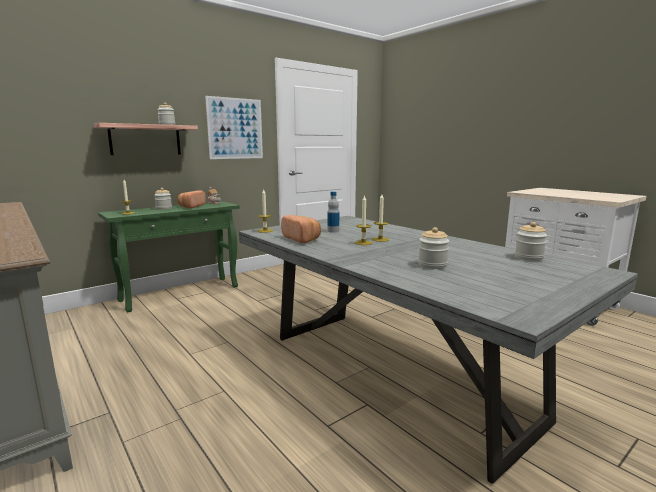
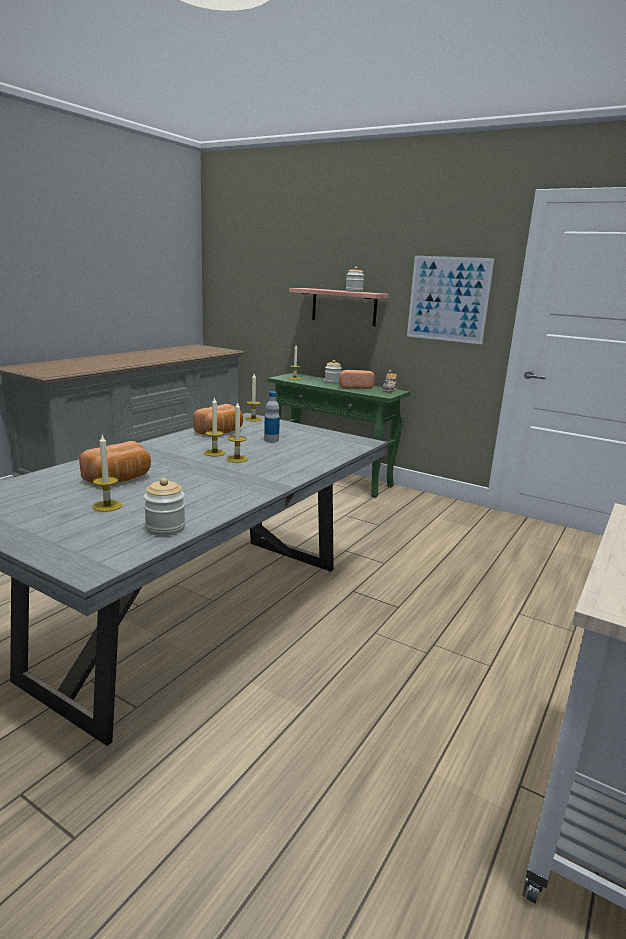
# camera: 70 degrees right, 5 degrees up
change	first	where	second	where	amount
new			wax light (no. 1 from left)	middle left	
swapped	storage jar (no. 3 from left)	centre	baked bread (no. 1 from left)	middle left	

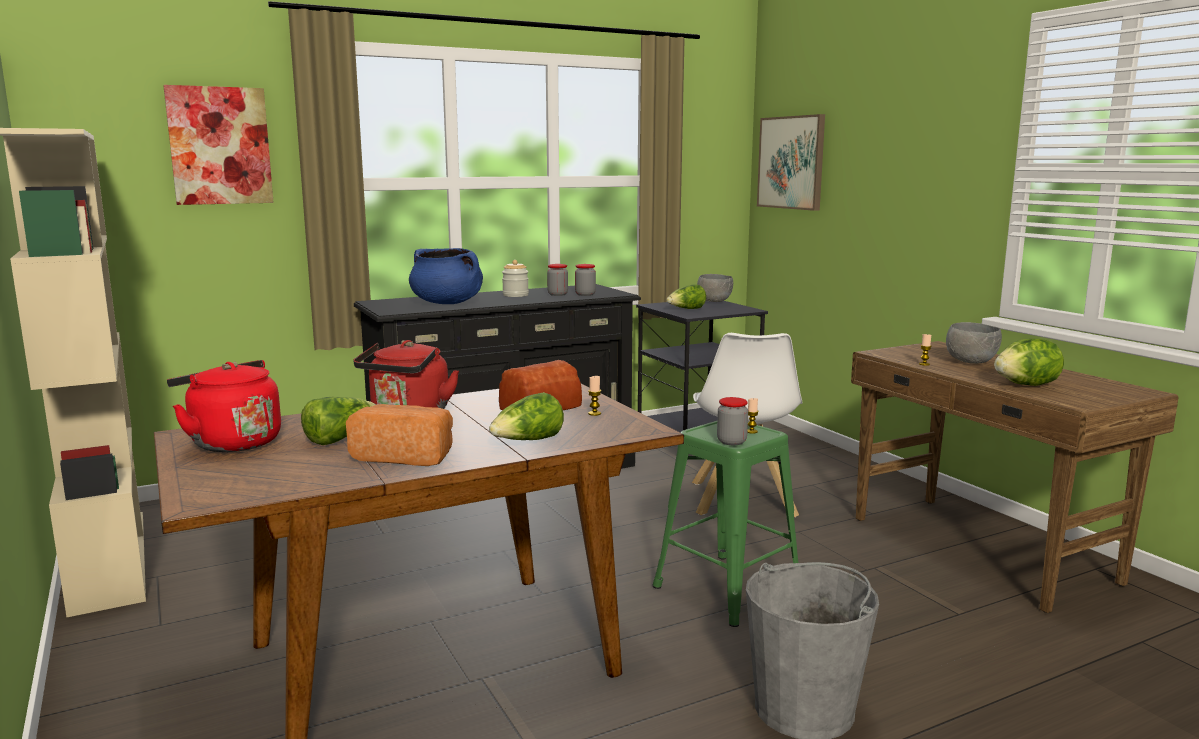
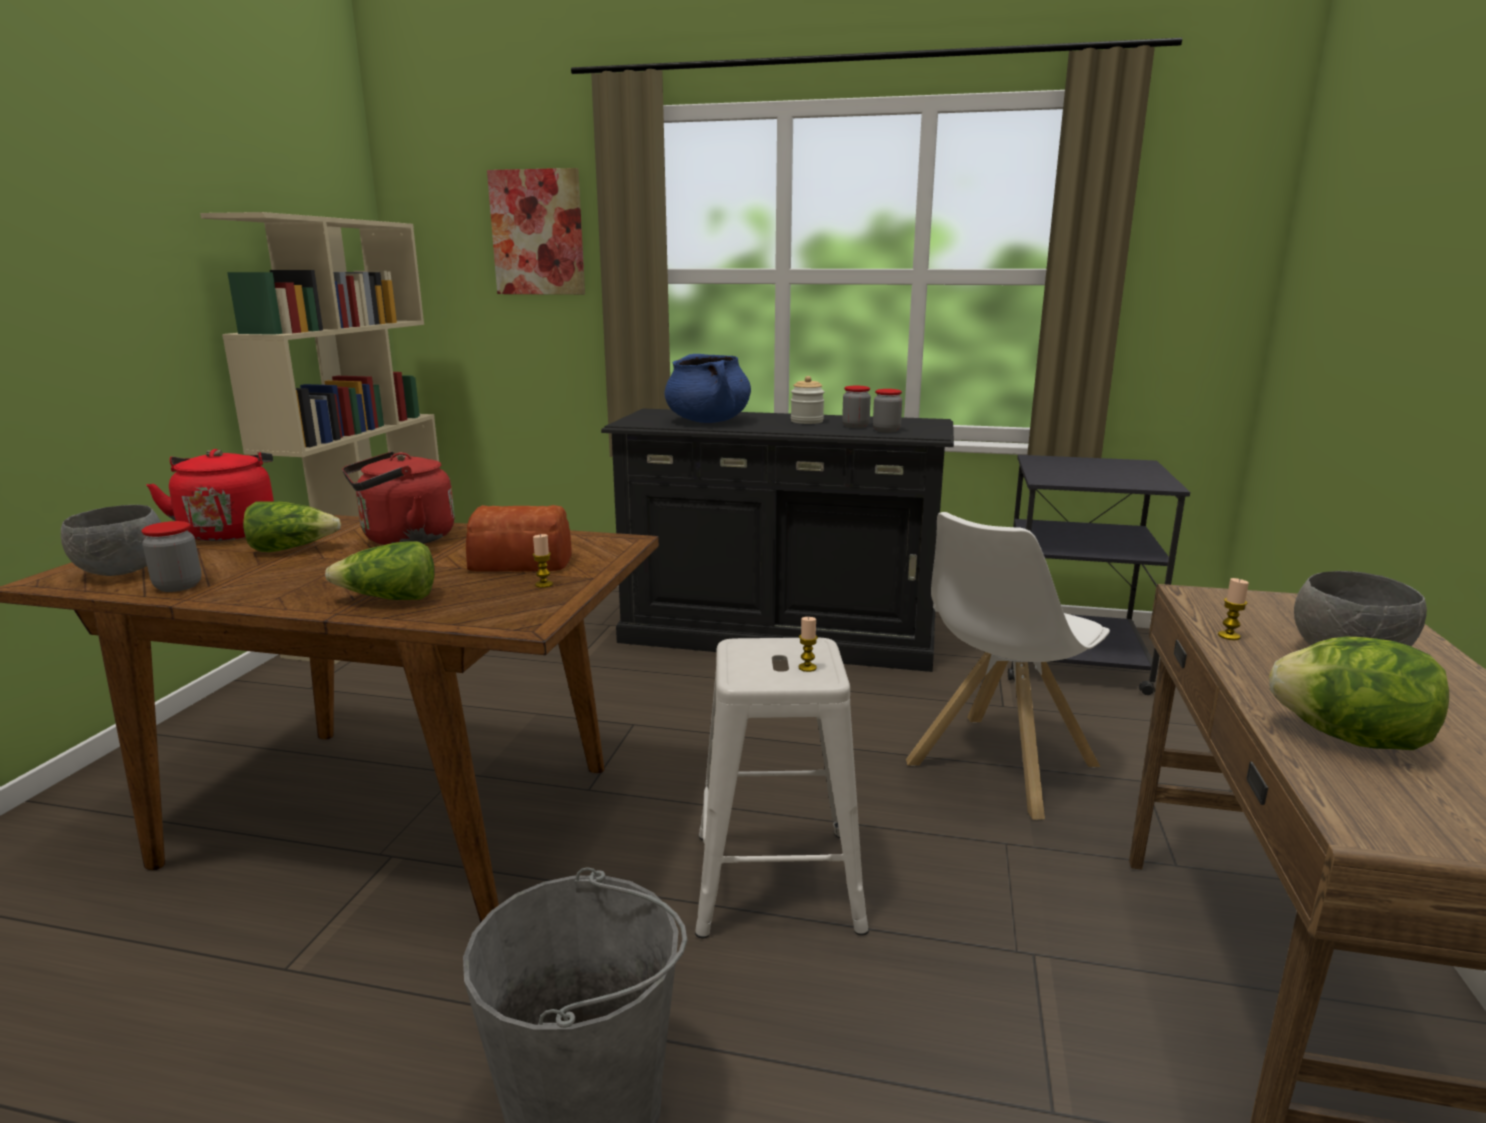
# camera: 40 degrees right, 5 degrees up
change	first	where	second	where	amount
gone	baked bread (no. 1 from left)	middle left			
gone	lettuce (no. 3 from left)	centre			
gone	wall art (no. 2 from left)	top centre			
shifted	serving bowl in grey (no. 1 from left)	centre		middle left	
shifted	storage jar (no. 4 from left in the first image)	centre	storage jar (no. 1 from left)	middle left	
repainted	stool seat in greenish	bottom centre	stool seat in white-coloured	bottom centre	

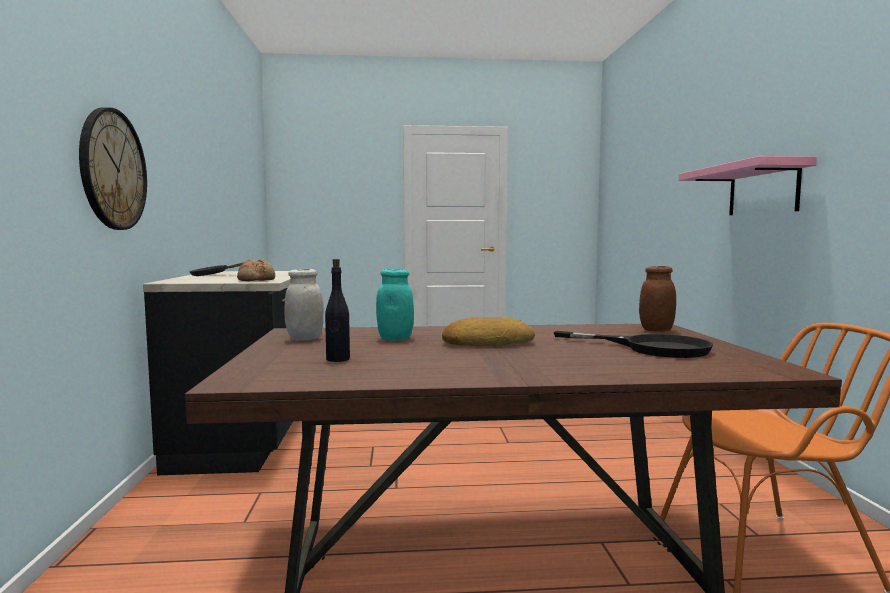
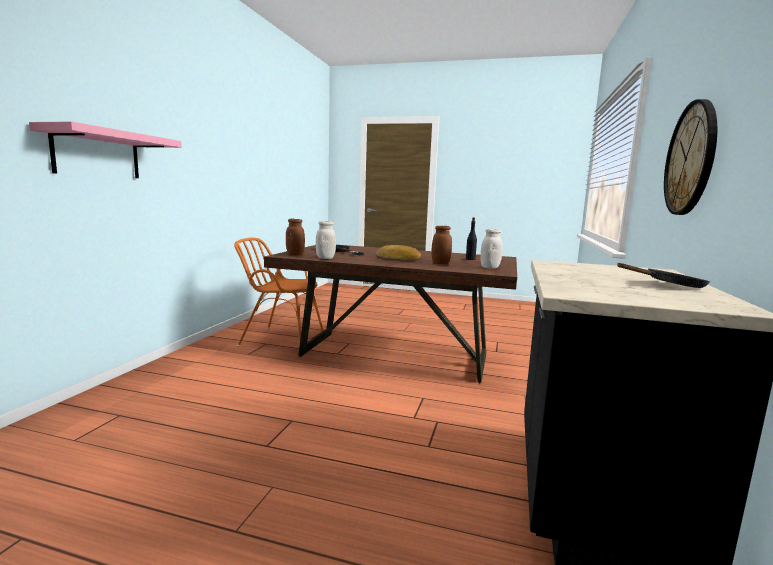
# camera: 160 degrees left, 5 degrees up
change	first	where	second	where	amount
gone	baked bread (no. 1 from left)	middle left			
new			storage jar in white-coloured (no. 1 from left)	centre	
repainted	storage jar in turquoise	centre	storage jar in brown (no. 2 from left)	centre	

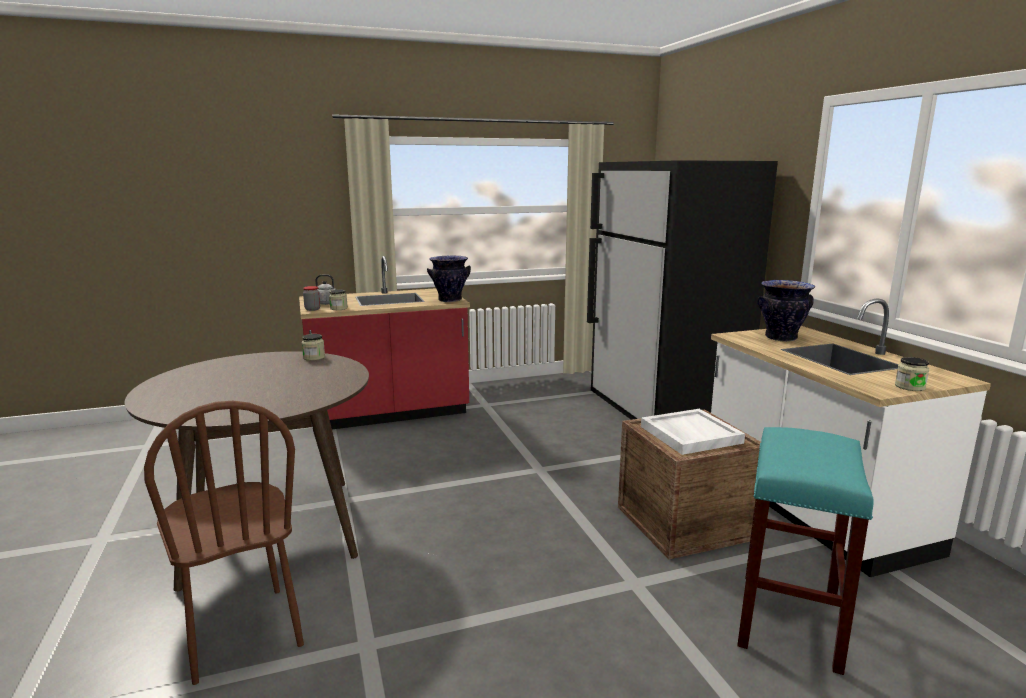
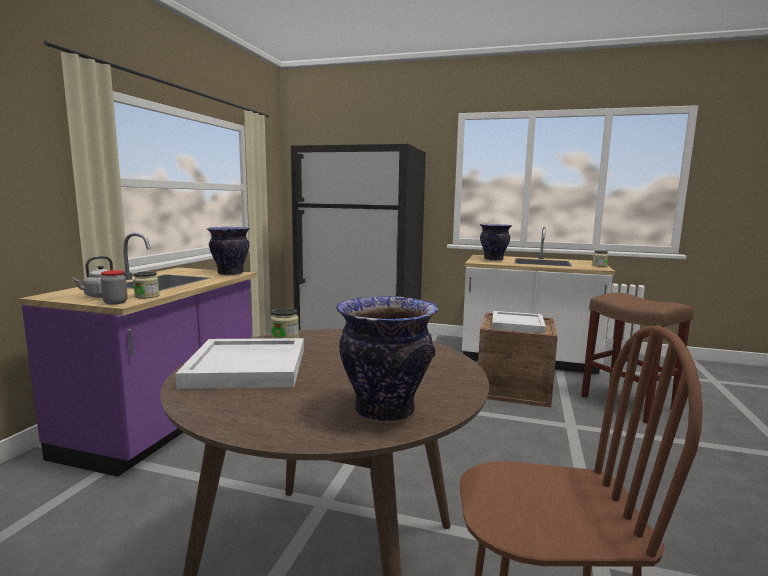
# camera: 55 degrees left, 5 degrees down
change	first	where	second	where	amount
new			carrying tray in white-coloured (no. 1 from left)	middle left	
new			vase (no. 2 from left)	centre	
repainted	kitchen base unit in reddish	centre	kitchen base unit in purple	middle left	
repainted	stool seat in turquoise	bottom right	stool seat in brown	middle right	

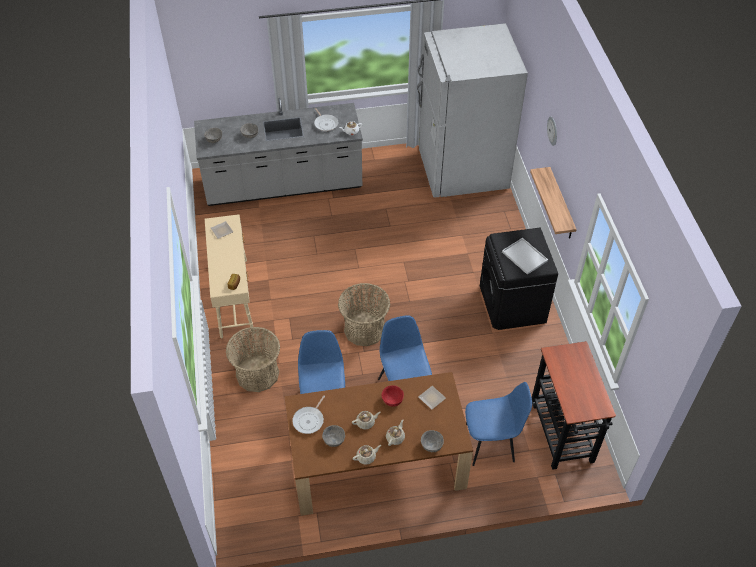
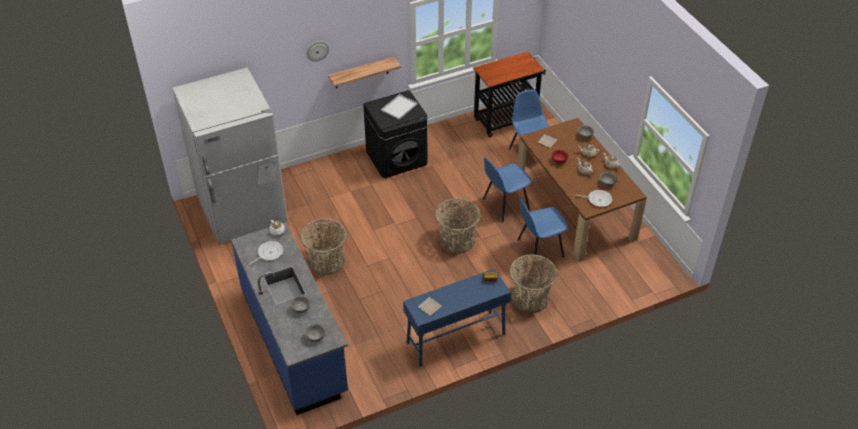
# camera: 105 degrees left, 5 degrees down
change	first	where	second	where	amount
new			basket (no. 1 from left)	centre	
repainted	kitchen base unit in grey	top centre	kitchen base unit in blue-coloured	bottom centre	
repainted	console table in beige	middle left	console table in blue-coloured	bottom centre	

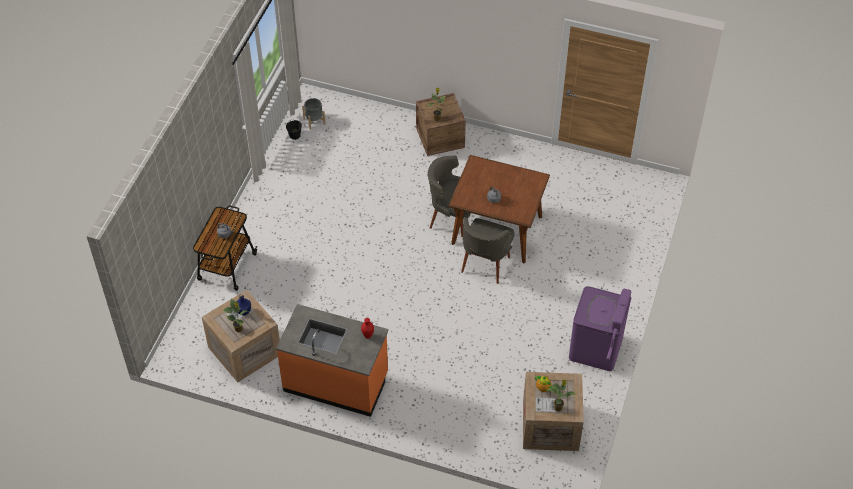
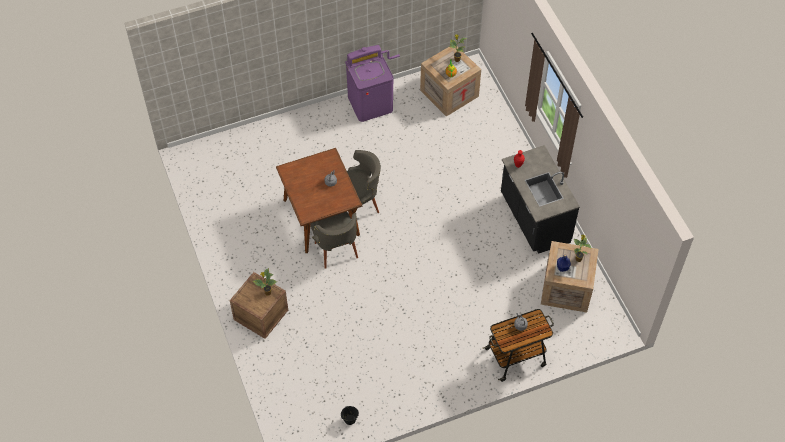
# camera: 130 degrees left, 5 degrees up
change	first	where	second	where	amount
gone	plant pot in grey	top centre			
repainted	kitchen base unit in orange	bottom centre	kitchen base unit in black-coloured	middle right	

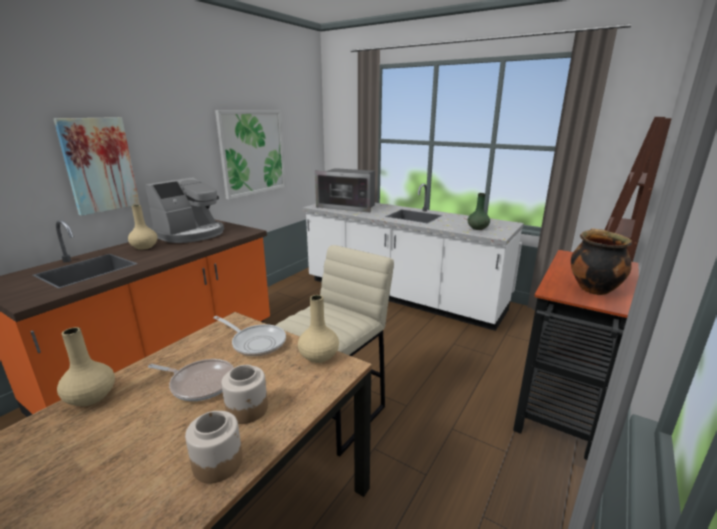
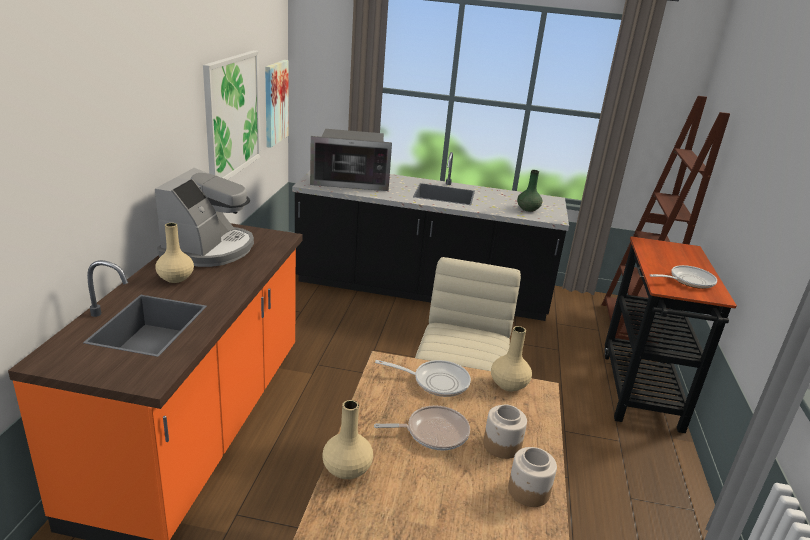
# camera: 25 degrees left, 5 degrees up
change	first	where	second	where	amount
shifted	wall art (no. 1 from left in the first image)	top left	wall art (no. 2 from left)	top centre	
swapped	cooking pot	middle right	pan (no. 3 from left)	middle right	
repainted	kitchen base unit in white-coloured	centre	kitchen base unit in black-coloured	centre	

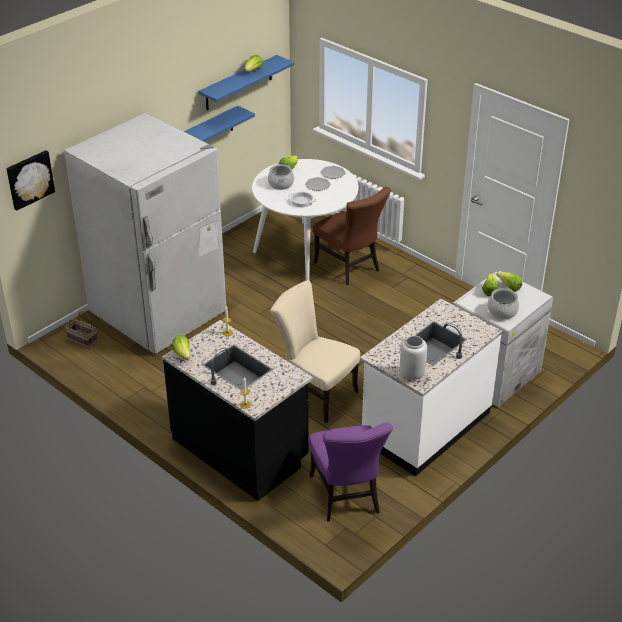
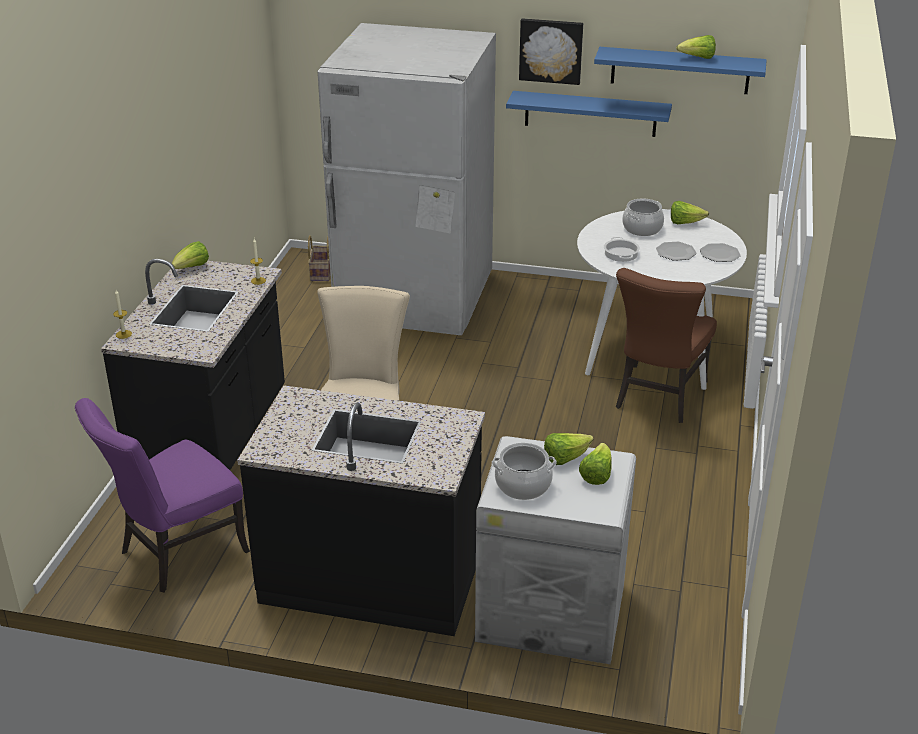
# camera: 60 degrees right, 5 degrees down
change	first	where	second	where	amount
gone	vase in grey	centre			
shifted	wall art	top left		top centre	
repainted	kitchen base unit in white-coloured	middle right	kitchen base unit in black-coloured (no. 2 from left)	bottom centre	

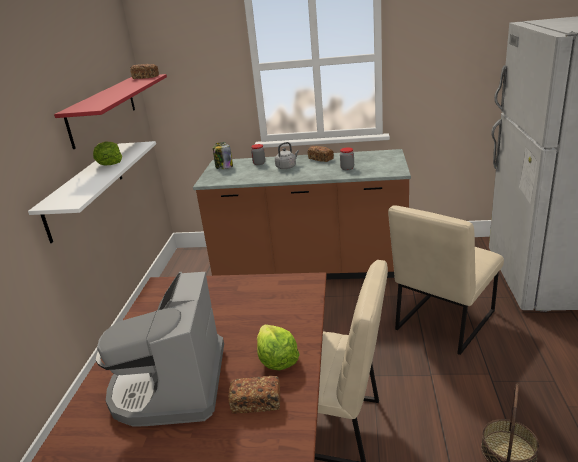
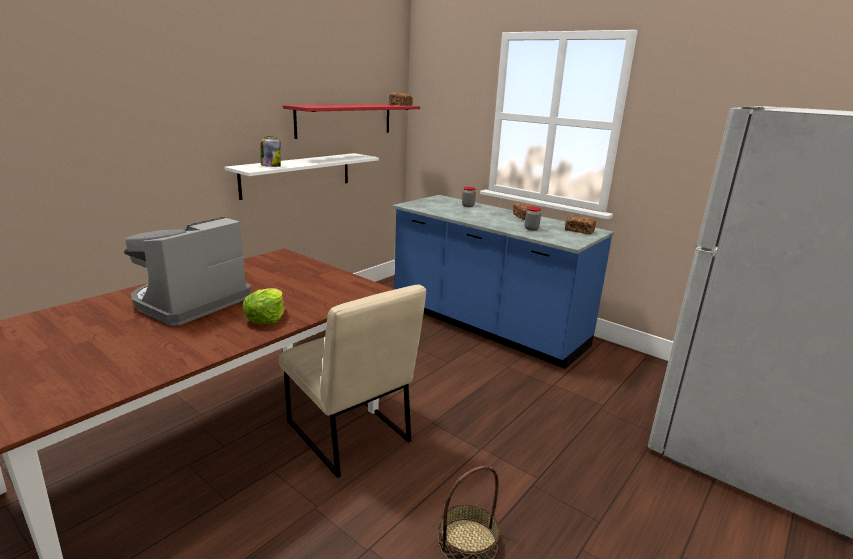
# camera: 30 degrees right, 5 degrees down
change	first	where	second	where	amount
gone	lettuce (no. 1 from left)	top left			
gone	water kettle in grey	centre			
gone	chair in beige (no. 2 from left)	middle right			
shifted	storage jar (no. 1 from left)	centre		top left	
shifted	baked bread (no. 2 from left in the first image)	bottom centre	baked bread (no. 3 from left)	middle right	
repainted	kitchen base unit in brown	centre	kitchen base unit in blue-coloured	centre	

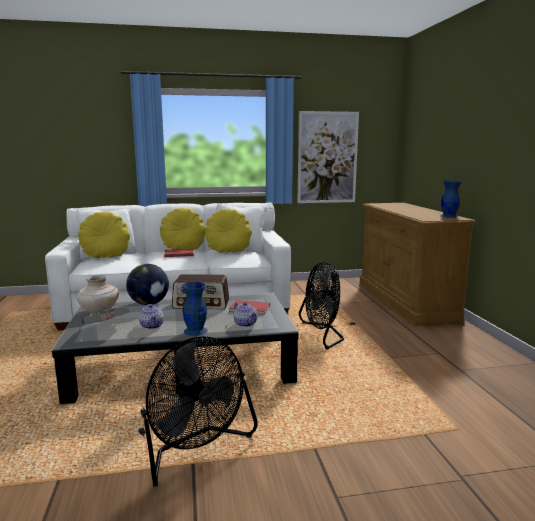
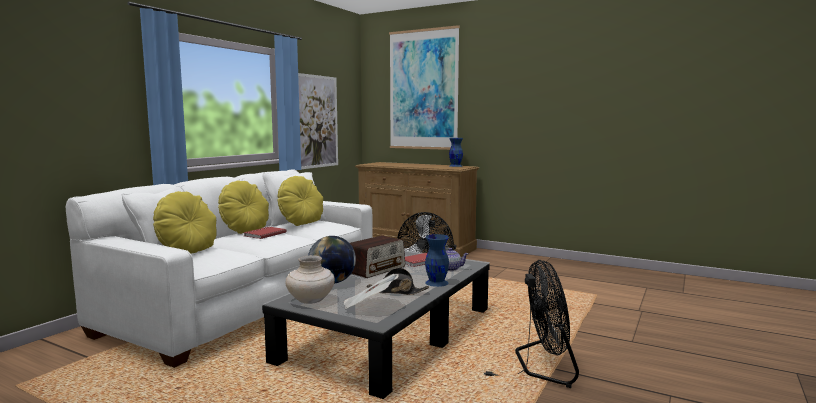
# camera: 50 degrees left, 5 degrees down
change	first	where	second	where	amount
new			wall art (no. 2 from left)	top centre	
swapped	tea pot (no. 1 from left)	middle left	hat in black-coloured	bottom centre	

